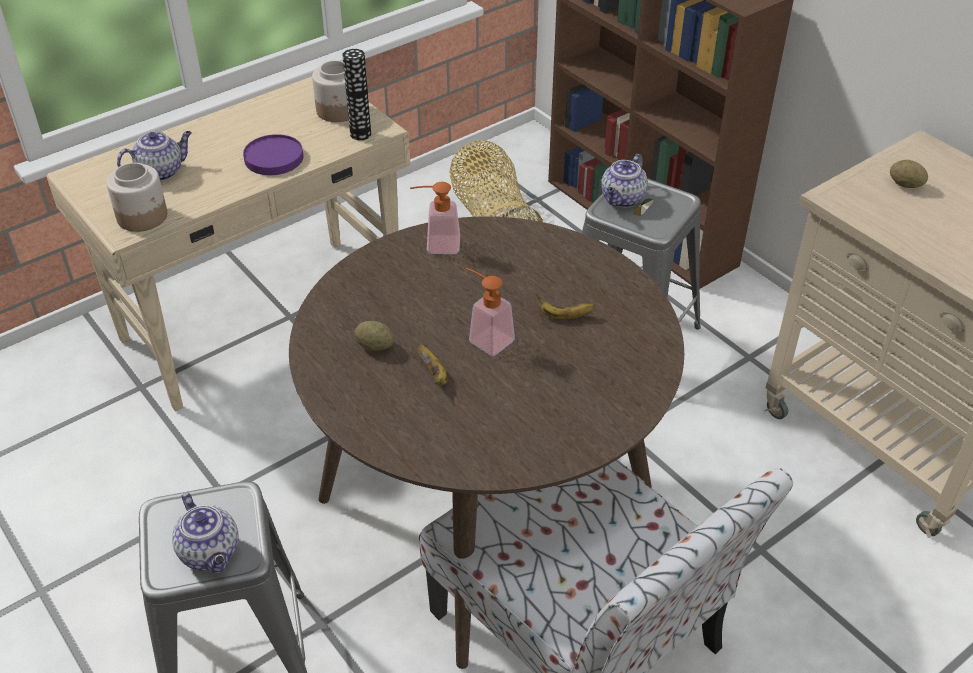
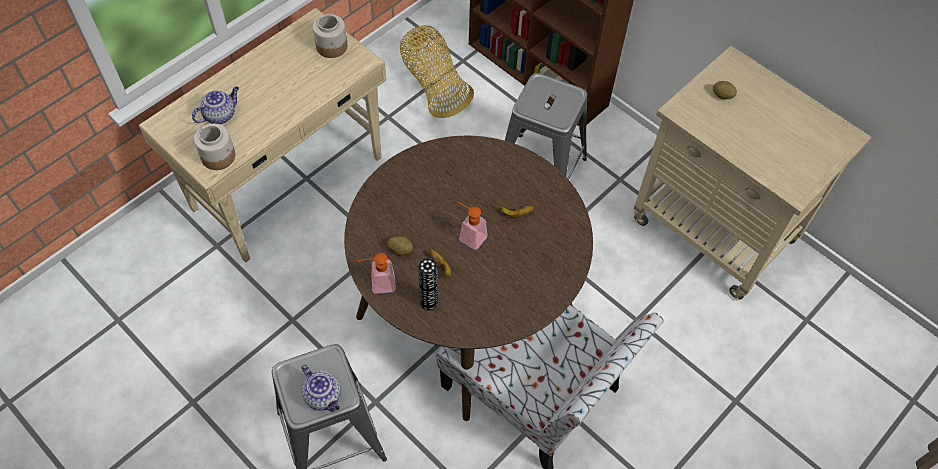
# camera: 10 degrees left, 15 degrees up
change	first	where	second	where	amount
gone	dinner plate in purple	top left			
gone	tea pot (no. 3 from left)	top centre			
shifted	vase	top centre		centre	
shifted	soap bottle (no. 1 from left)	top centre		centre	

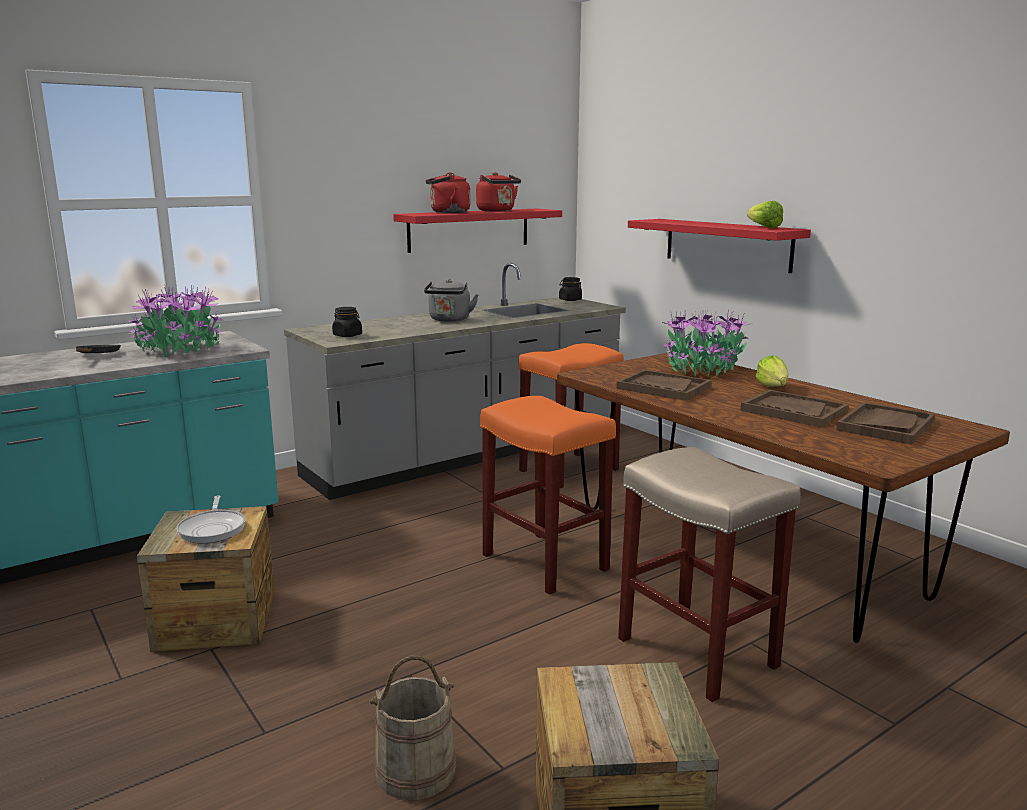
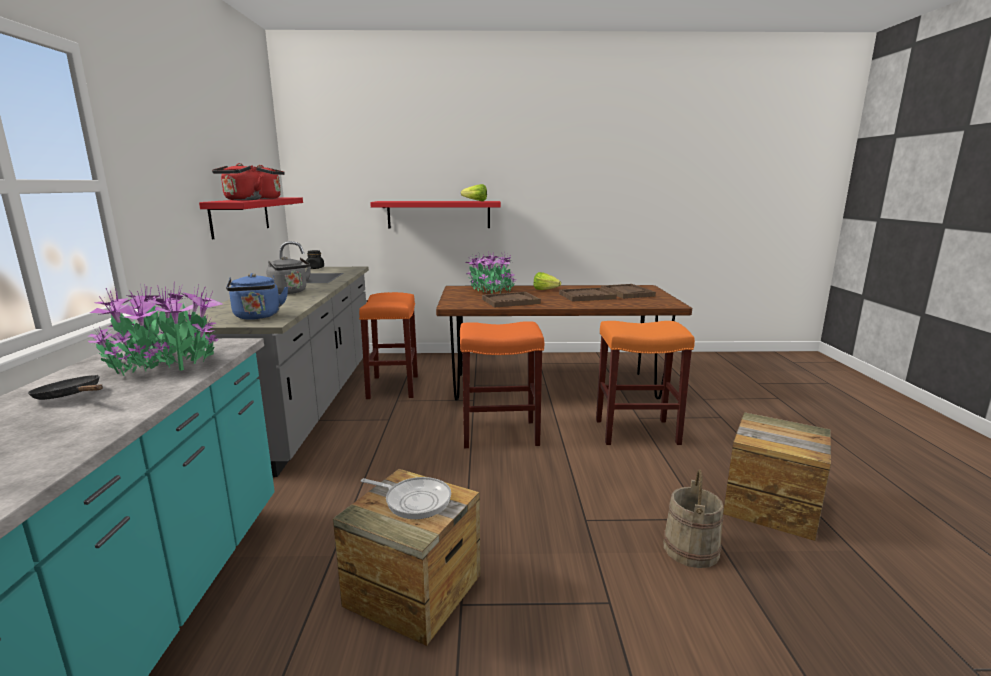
# camera: 55 degrees left, 0 degrees up
change	first	where	second	where	amount
swapped	storage jar in black-coloured (no. 1 from left)	centre	water kettle in blue-coloured	middle left	
repainted	stool seat in beige	bottom right	stool seat in orange (no. 3 from left)	centre	

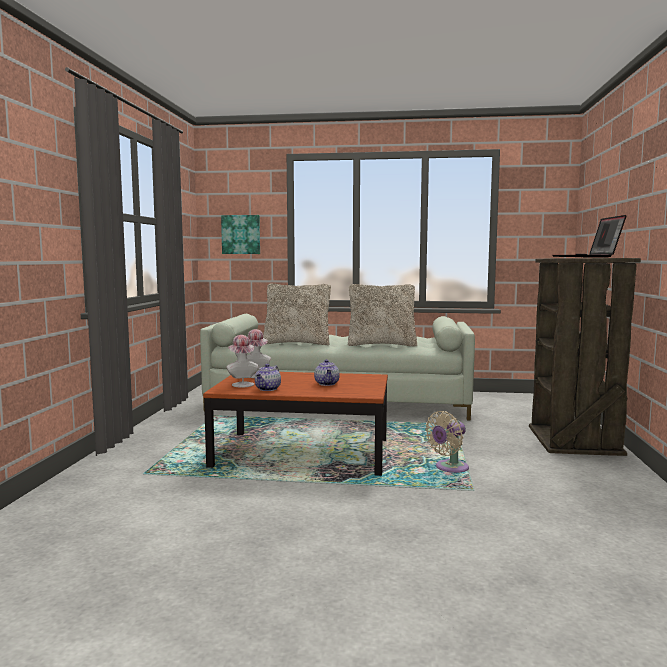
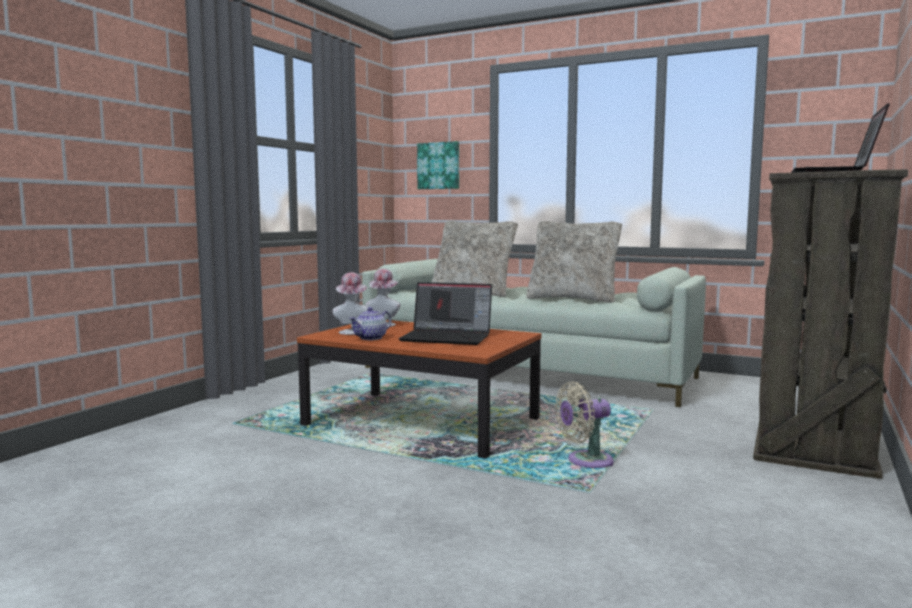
# camera: 20 degrees right, 0 degrees up
change	first	where	second	where	amount
swapped	tea pot (no. 2 from left)	centre	notebook computer (no. 1 from left)	centre	

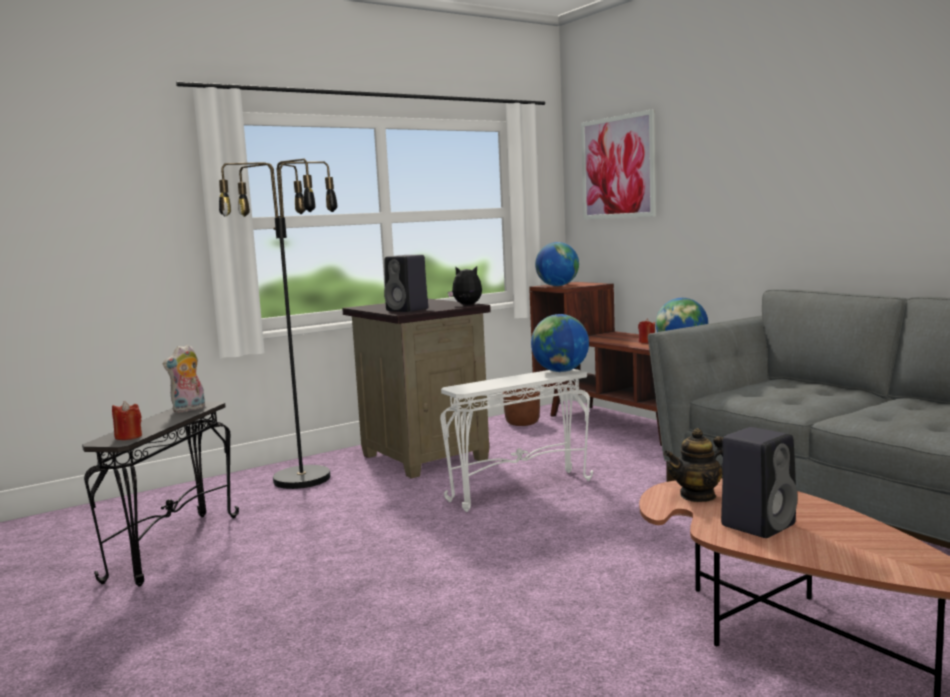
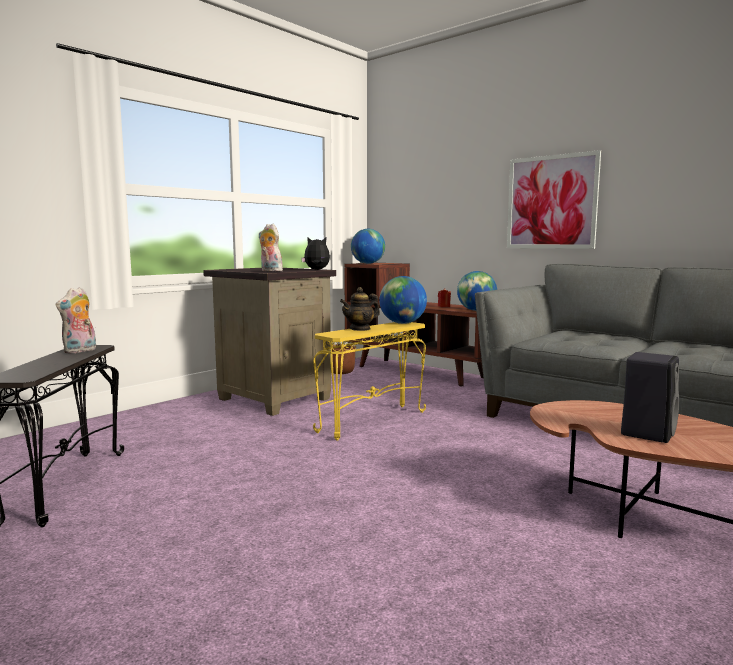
# camera: 15 degrees left, 0 degrees up
change	first	where	second	where	amount
gone	wax light in reddish (no. 1 from left)	middle left			
gone	standing lamp	middle left			
shifted	wall art	top centre		top right	
shifted	tea pot	bottom right		centre	
swapped	speaker in black-coloured (no. 1 from left)	centre	soft toy (no. 2 from left)	centre	
repainted	side table in white-coloured	centre	side table in yellowish	centre	

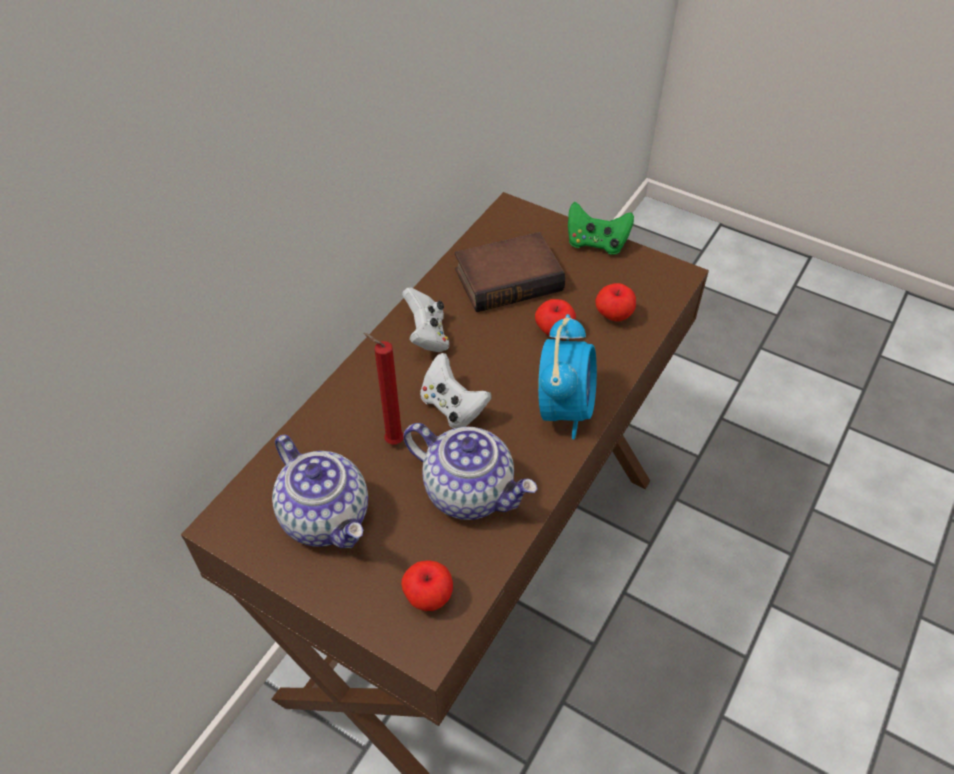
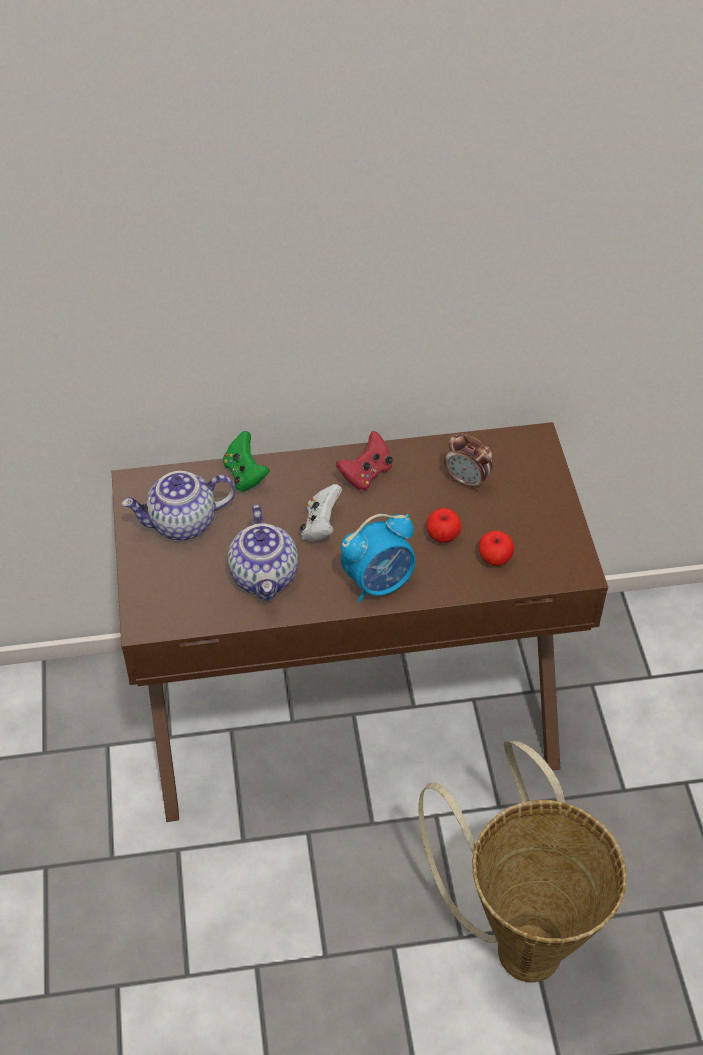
# camera: 50 degrees right, 0 degrees up
change	first	where	second	where	amount
gone	wax light in reddish	centre			
gone	apple (no. 1 from left)	bottom centre			
new			basket	bottom right	
shifted	gamepad in greenish	top centre		centre	
swapped	book	centre	bedside clock (no. 2 from left)	centre	
repainted	gamepad in white-coloured (no. 1 from left)	centre	gamepad in reddish	centre	
rotated	tea pot (no. 1 from left)	centre		middle left	60 degrees clockwise

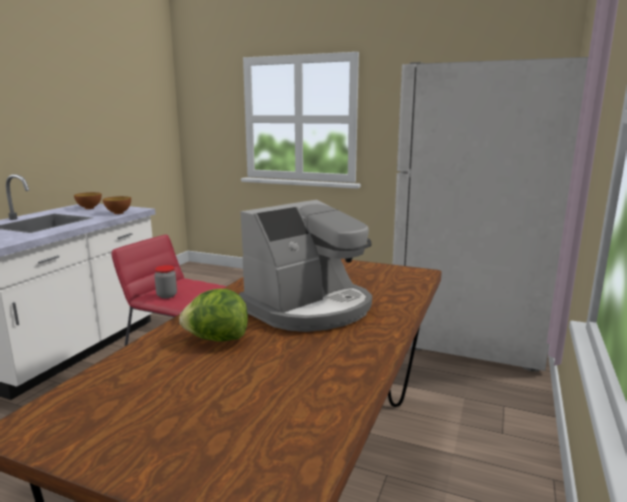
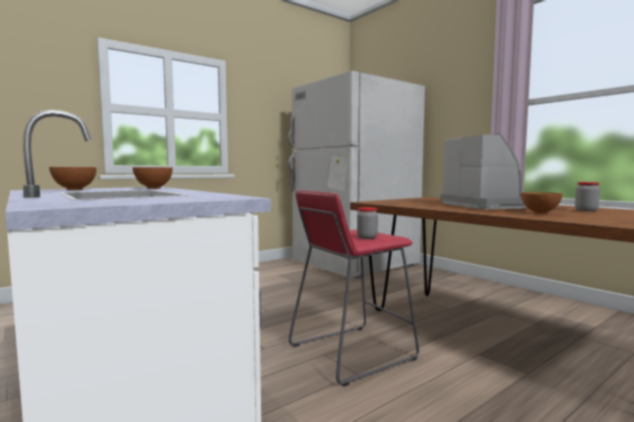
# camera: 60 degrees left, 10 degrees down
change	first	where	second	where	amount
new			storage jar (no. 2 from left)	middle right	
swapped	lettuce	centre	serving bowl (no. 3 from left)	middle right	

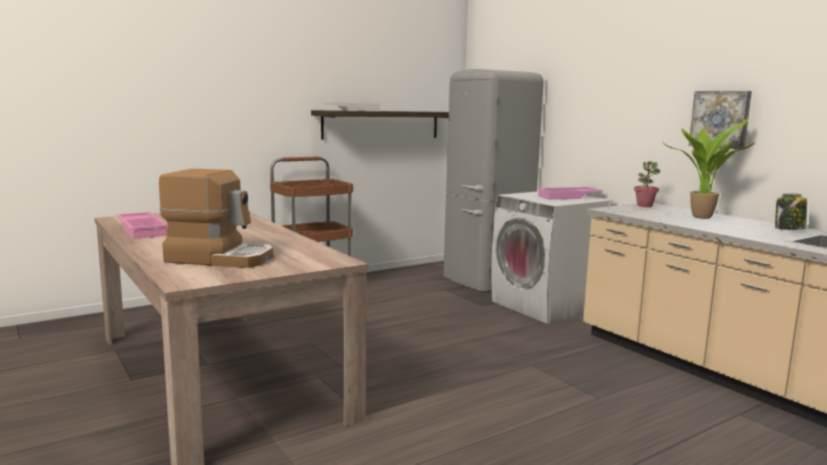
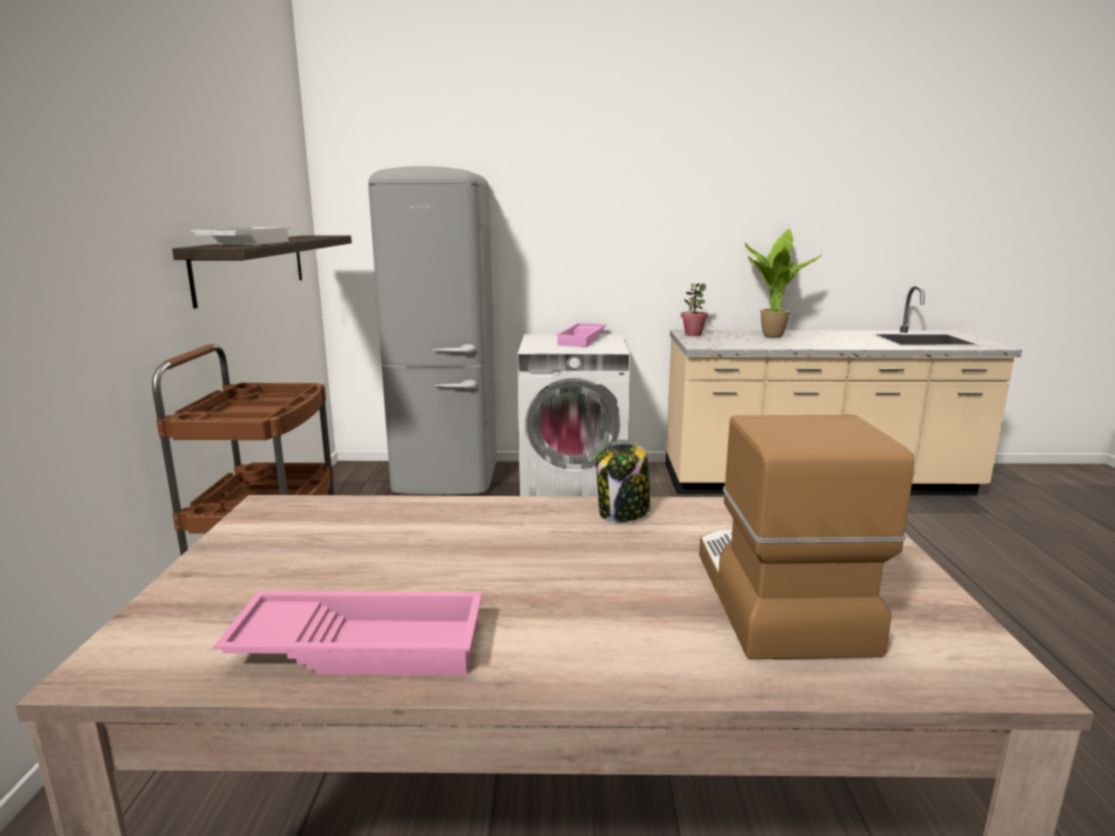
# camera: 55 degrees left, 5 degrees up
change	first	where	second	where	amount
gone	wall art	top right			
shifted	storage jar	middle right		centre	
rotated	coffee machine	middle left		middle right	45 degrees counterclockwise

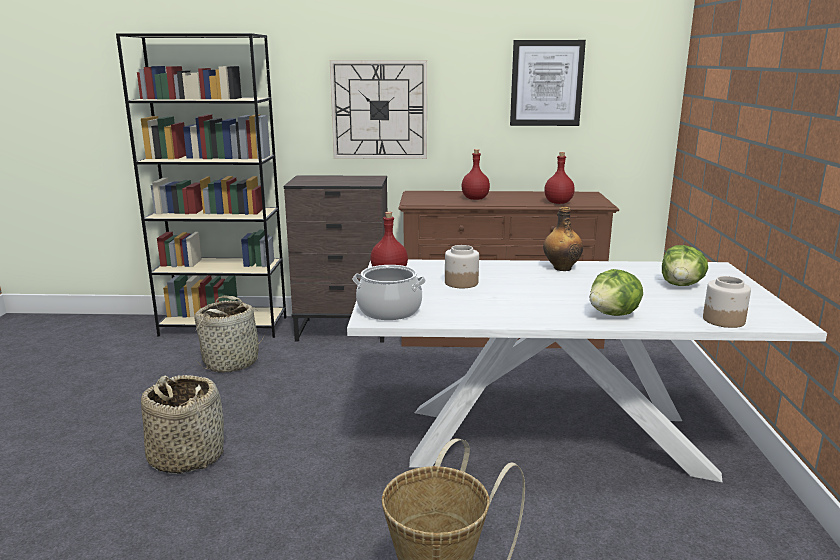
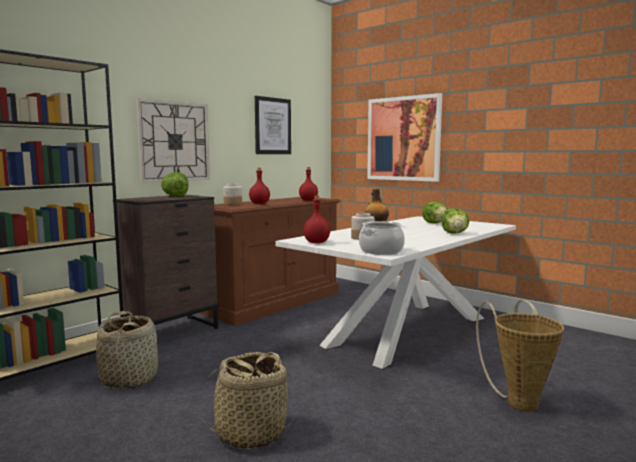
# camera: 50 degrees left, 10 degrees down
change	first	where	second	where	amount
new			lettuce (no. 1 from left)	middle left	
new			wall art (no. 2 from left)	top centre	
shifted	storage jar (no. 2 from left in the first image)	middle right	storage jar (no. 1 from left)	centre	

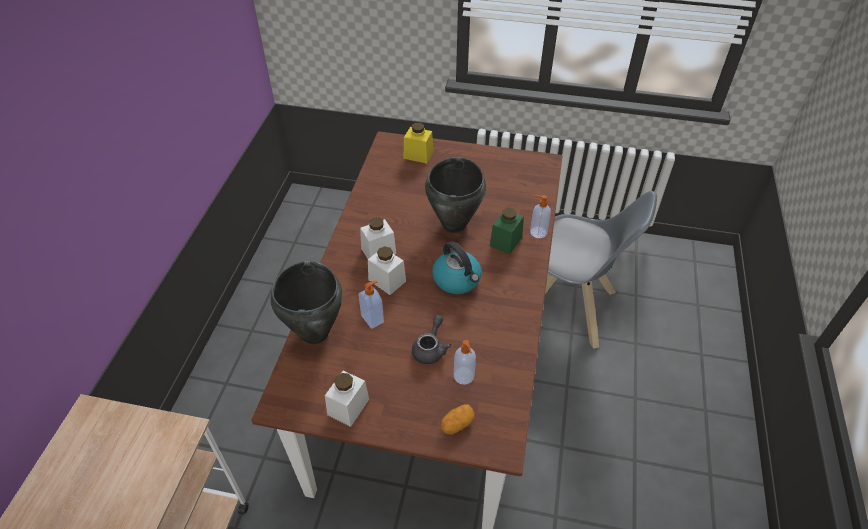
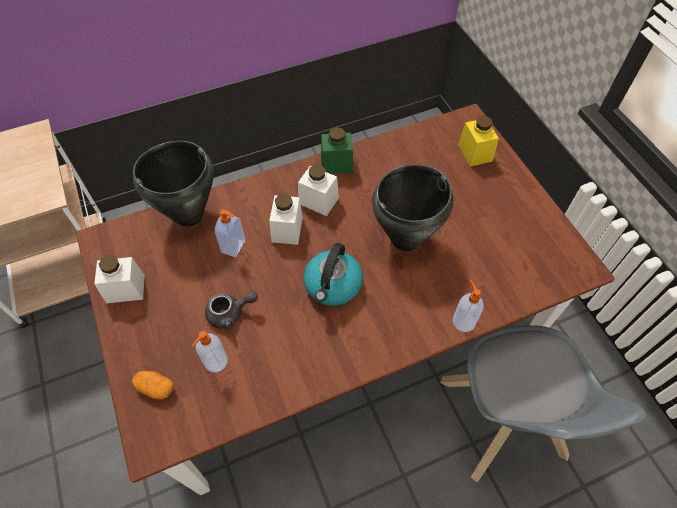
# camera: 55 degrees right, 10 degrees up
change	first	where	second	where	amount
shifted	storage jar in greenish	centre		top centre	

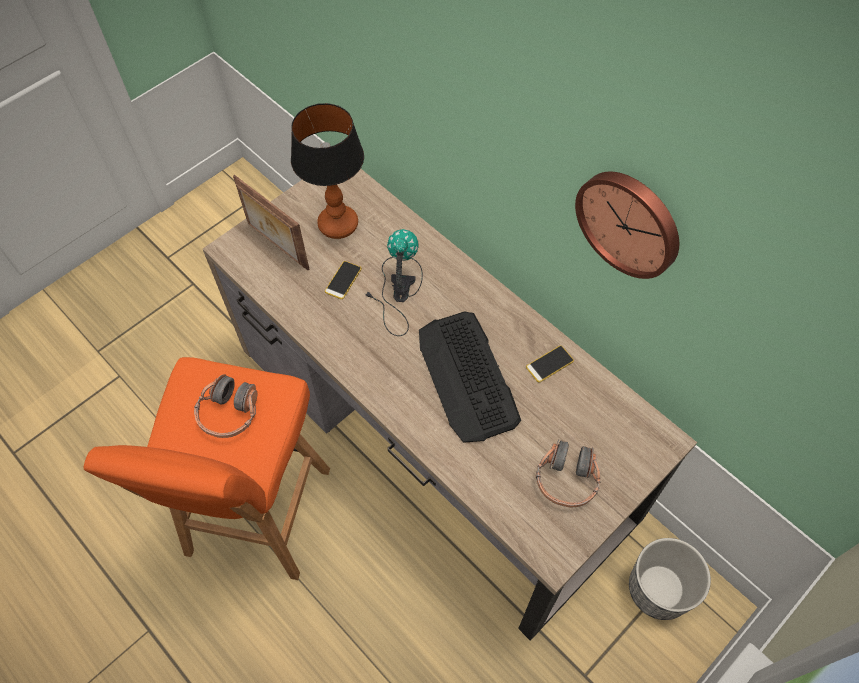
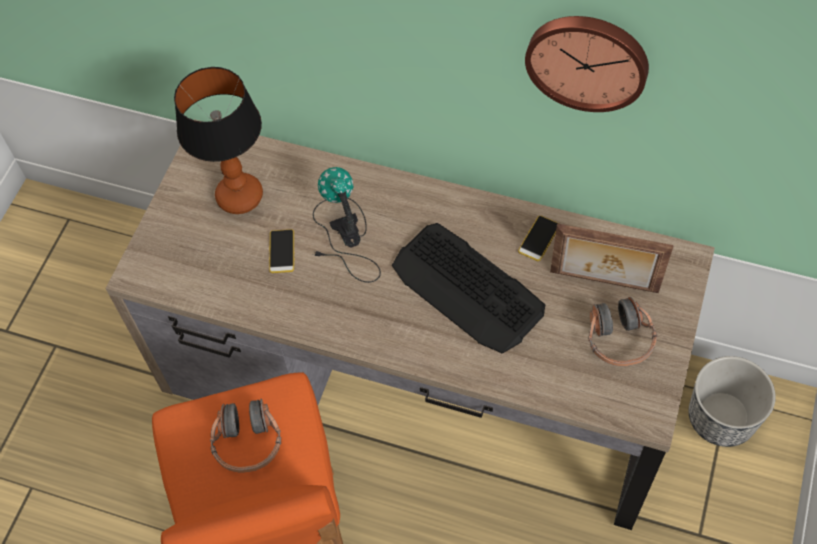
# camera: 25 degrees left, 0 degrees up
change	first	where	second	where	amount
shifted	picture frame	top left		middle right	

